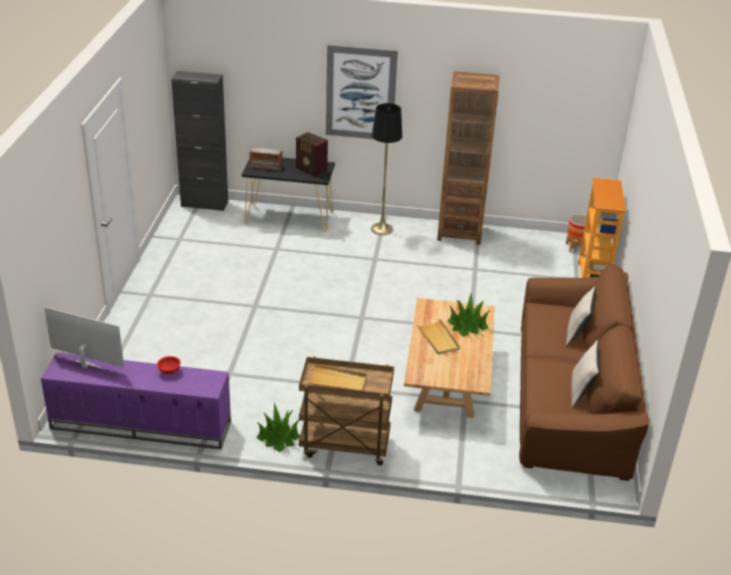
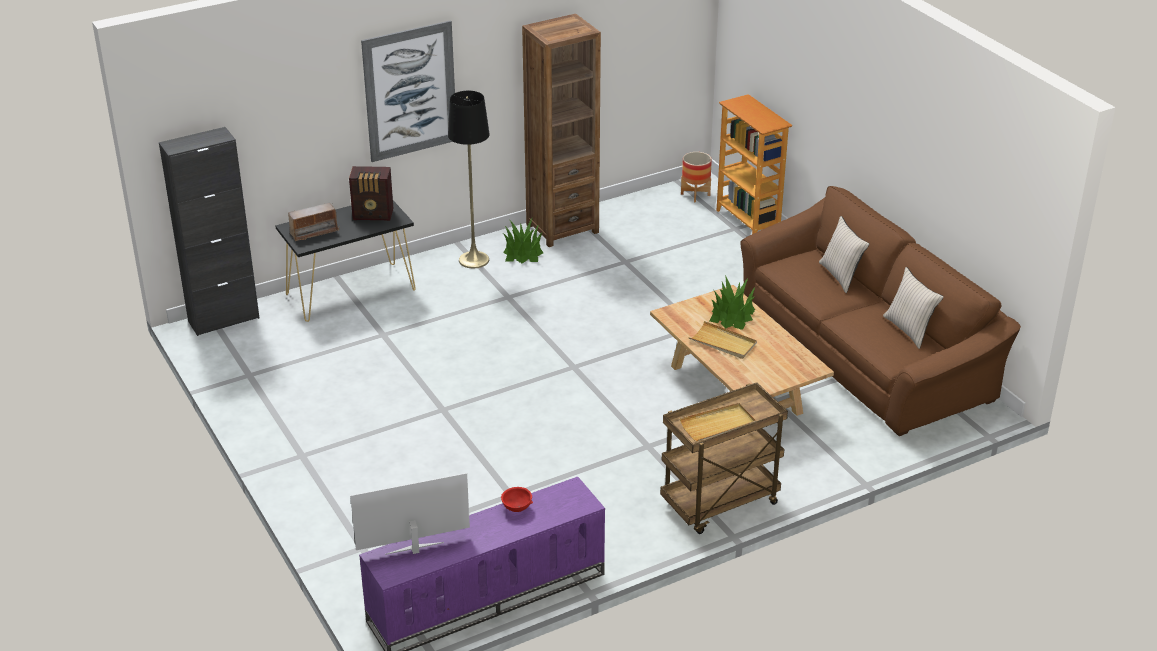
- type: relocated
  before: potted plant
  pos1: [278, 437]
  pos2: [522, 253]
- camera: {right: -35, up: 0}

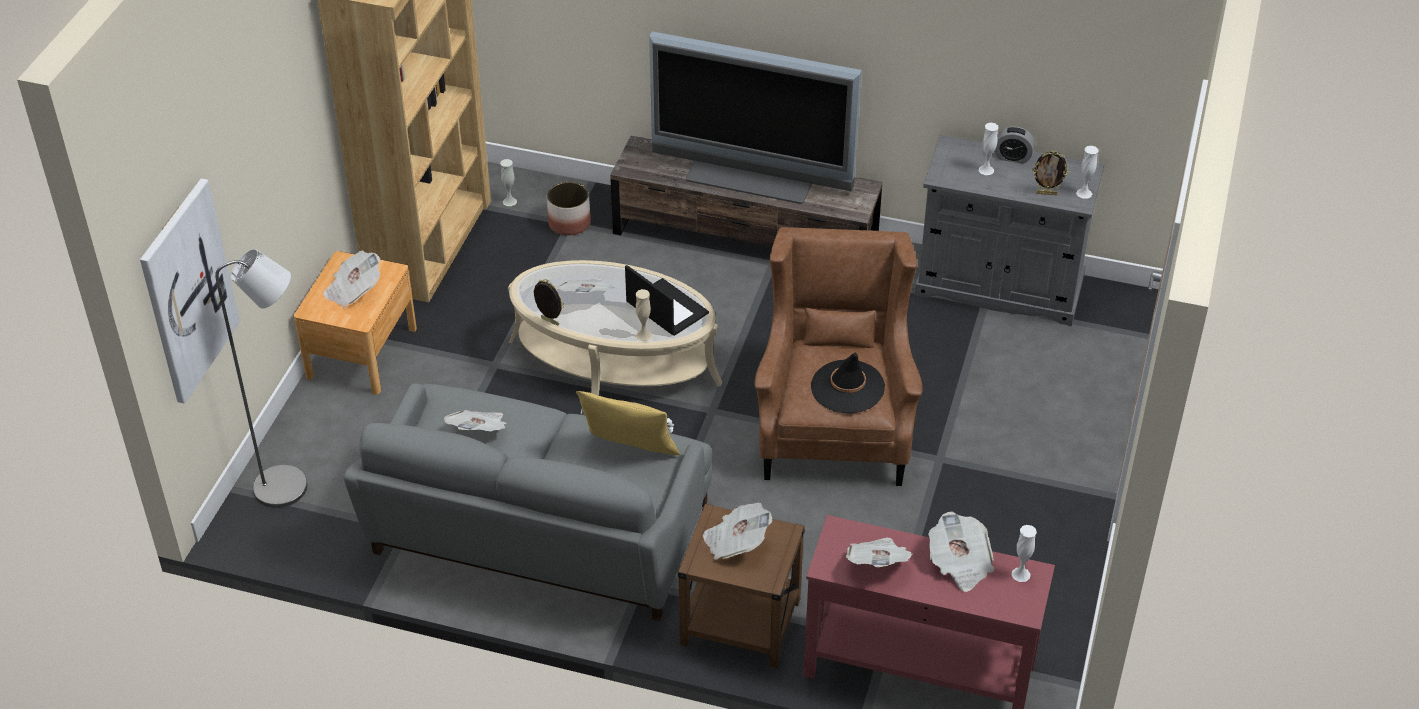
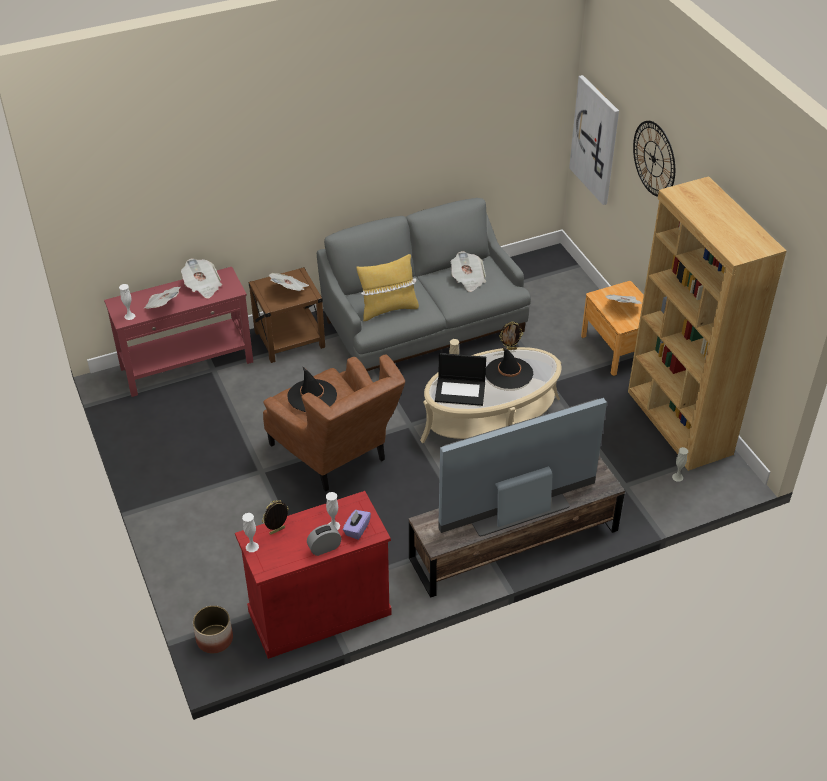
- type: missing
  before: grey floor lamp
  pos1: [291, 487]
- type: appeared
  after: purple tissue box
  pos2: [357, 529]
- type: appeared
  after: wall clock
  pos2: [654, 159]
- type: relocated
  before: planter
  pos1: [570, 223]
  pos2: [214, 639]
- type: exchanged
  before: newspaper
  after: black hat
  pos1: [587, 297]
  pos2: [508, 373]
- type: colour
  before: grey cabinet
  after: red cabinet
  pos1: [999, 286]
  pos2: [319, 612]
- camera: {right: 140, up: 0}

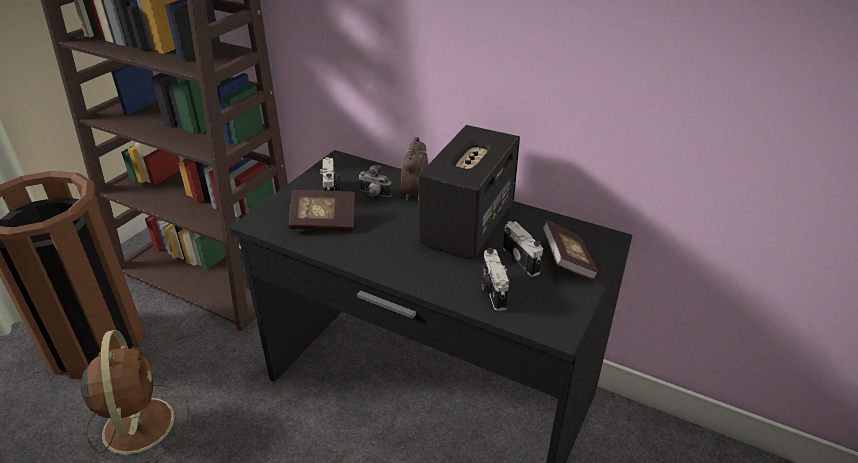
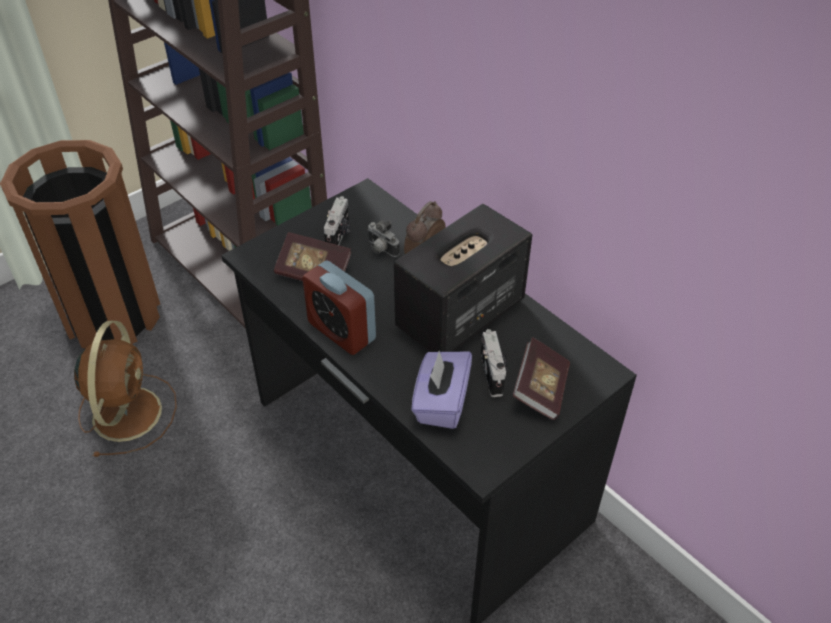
- type: appeared
  after: alarm clock
  pos2: [341, 331]
- type: exchanged
  before: photo camera
  after: purple tissue box
  pos1: [492, 291]
  pos2: [441, 403]
- camera: {right: 20, up: 10}

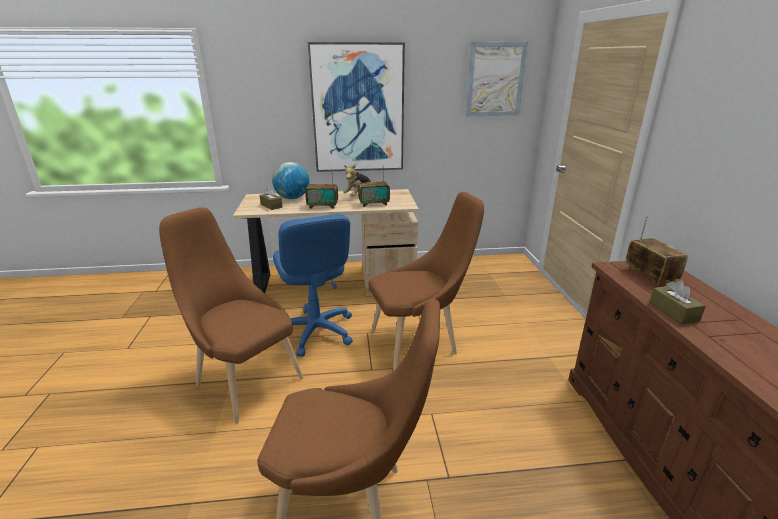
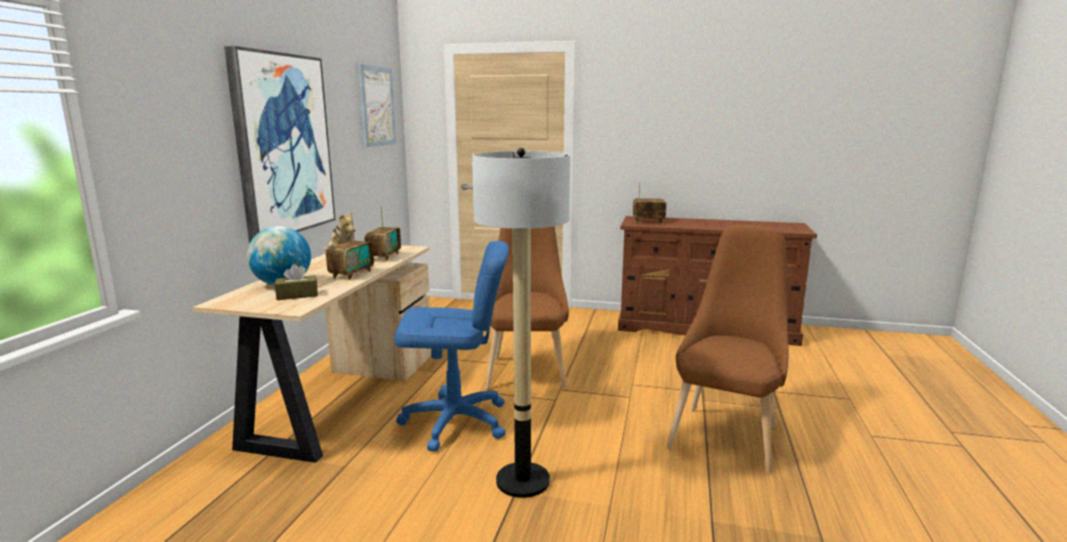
- type: missing
  before: brown tissue box
  pos1: [673, 312]
- type: exchanged
  before: brown chair
  after: floor lamp
  pos1: [244, 380]
  pos2: [522, 480]
- camera: {right: -70, up: -10}

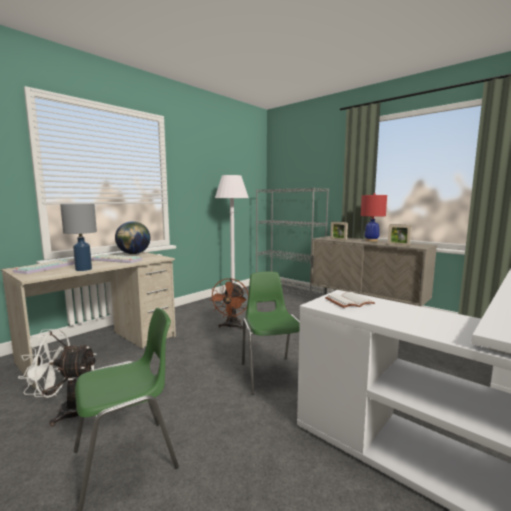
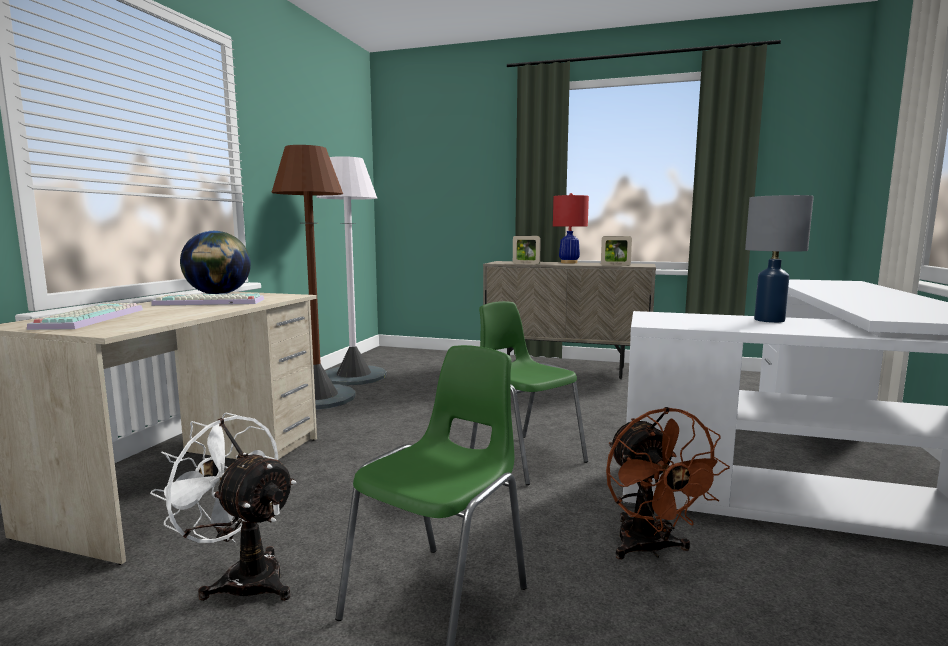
- type: missing
  before: grey bookcase
  pos1: [289, 291]
- type: missing
  before: white book
  pos1: [349, 302]
- type: appeared
  after: brown floor lamp
  pos2: [318, 398]
- type: relocated
  before: grey table lamp
  pos1: [83, 269]
  pos2: [768, 320]
- type: relocated
  before: brown fan
  pos1: [231, 327]
  pos2: [650, 549]
- type: spun
  before: white fan
  pos1: [66, 411]
  pos2: [243, 577]
  turn: 60
- camera: {right: -25, up: 0}

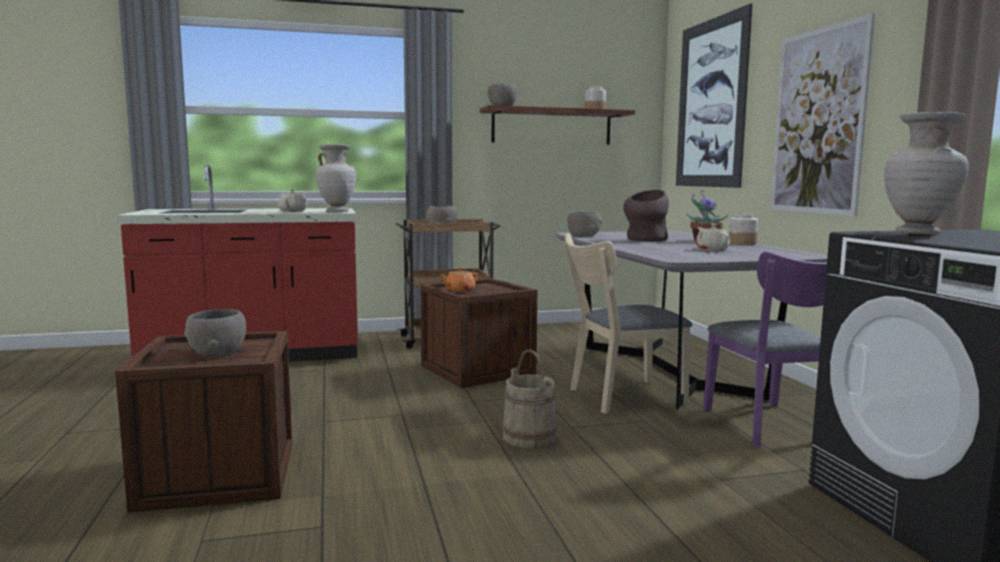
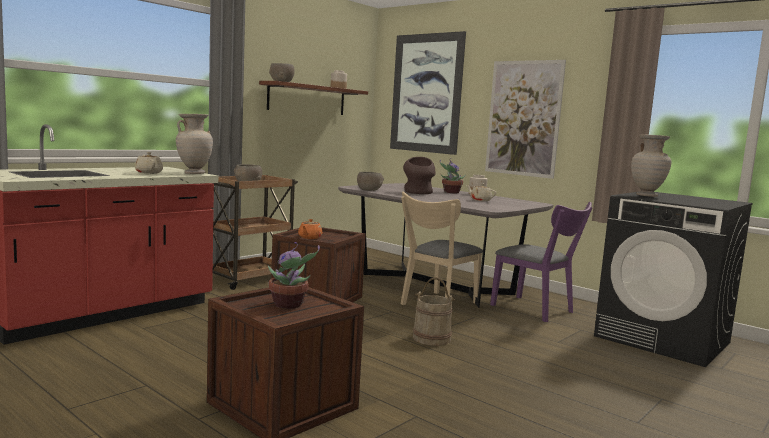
- type: exchanged
  before: grey bowl
  after: potted plant
  pos1: [216, 352]
  pos2: [289, 305]
- camera: {right: -35, up: 0}

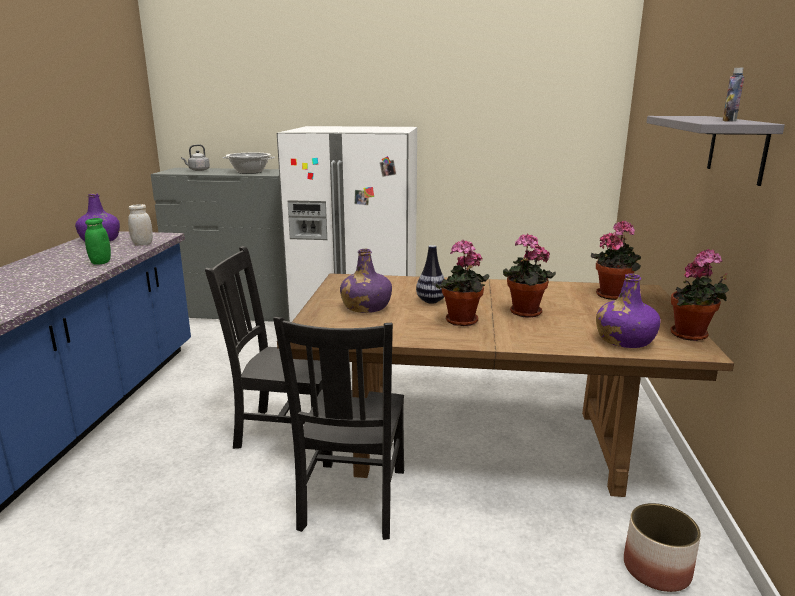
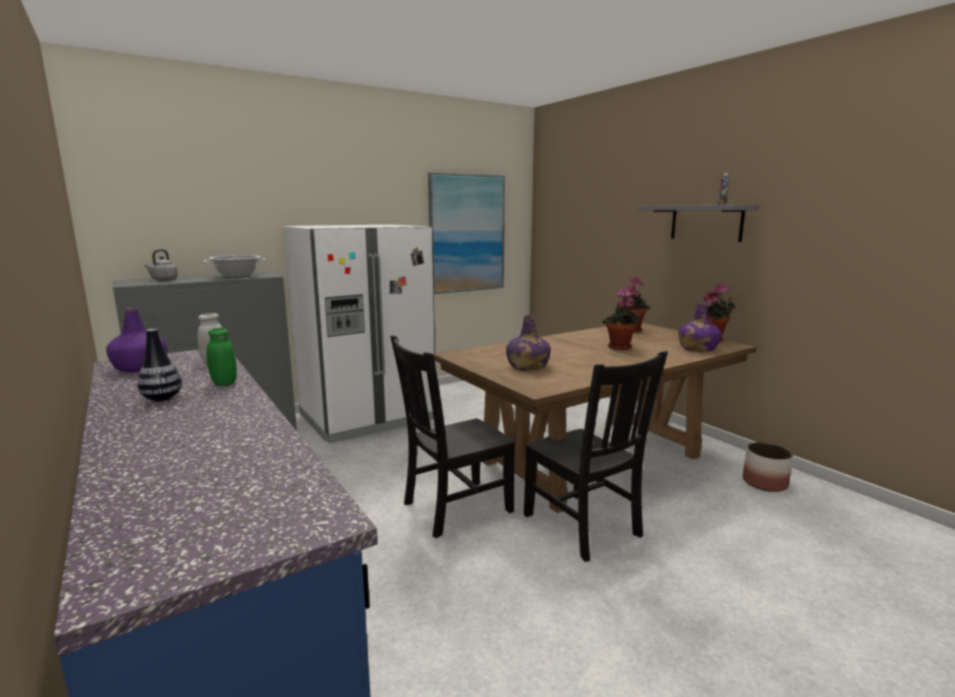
- type: missing
  before: potted plant
  pos1: [461, 322]
- type: appeared
  after: picture
  pos2: [467, 233]
- type: relocated
  before: vase
  pos1: [431, 301]
  pos2: [162, 399]
- camera: {right: -40, up: -5}

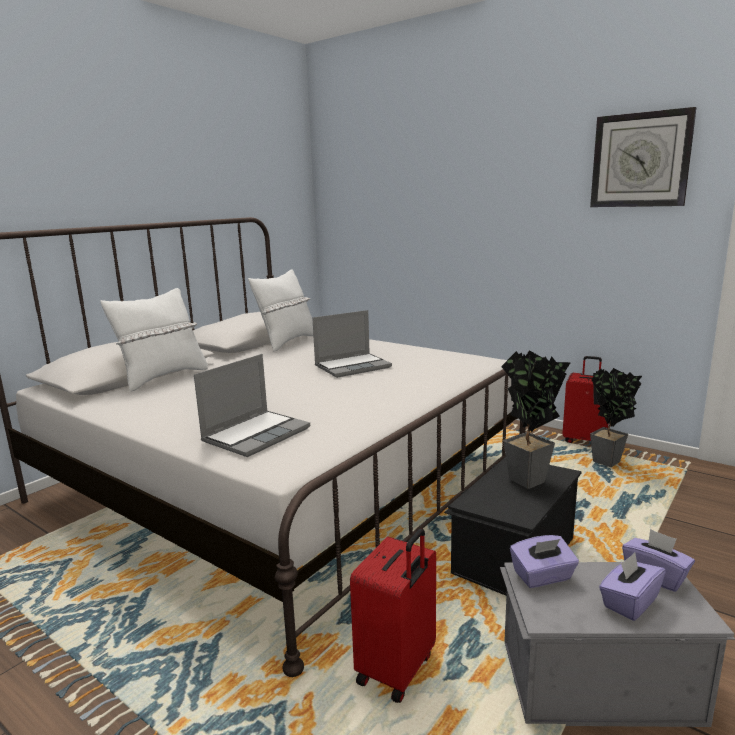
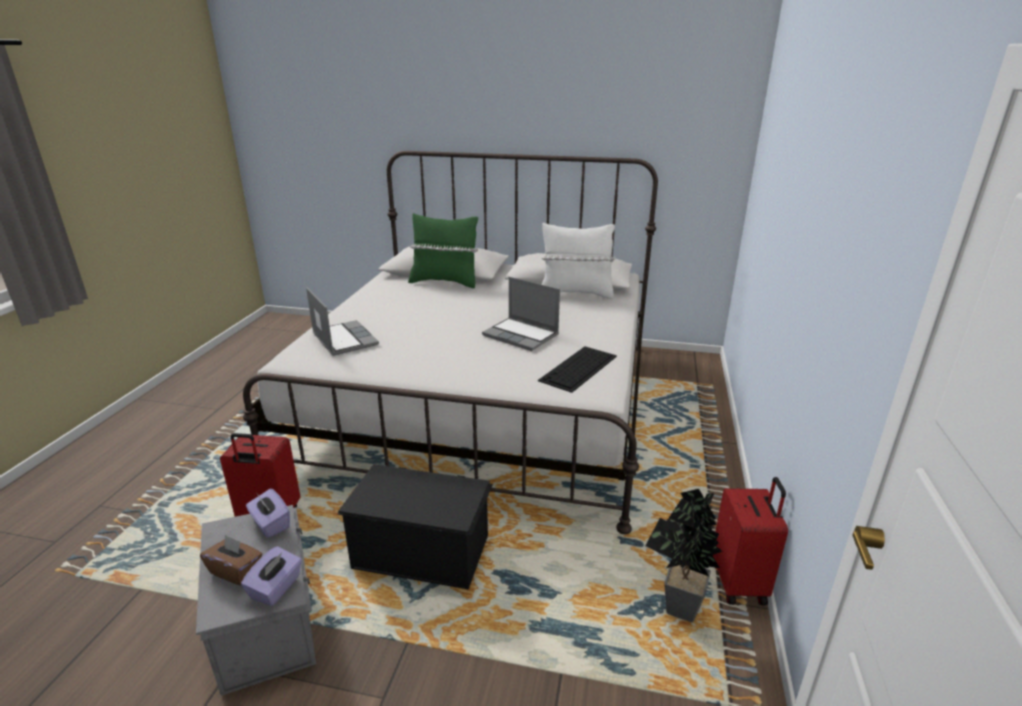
- type: missing
  before: potted plant
  pos1: [528, 483]
- type: missing
  before: wall clock
  pos1: [640, 160]
- type: appeared
  after: keyboard
  pos2: [578, 368]
- type: colour
  before: white pillow
  after: green pillow
  pos1: [162, 377]
  pos2: [444, 282]
- type: colour
  before: purple tissue box
  after: brown tissue box
  pos1: [629, 602]
  pos2: [236, 571]
- type: spun
  before: laptop
  pos1: [256, 434]
  pos2: [343, 339]
  turn: -135
- camera: {right: 65, up: 10}

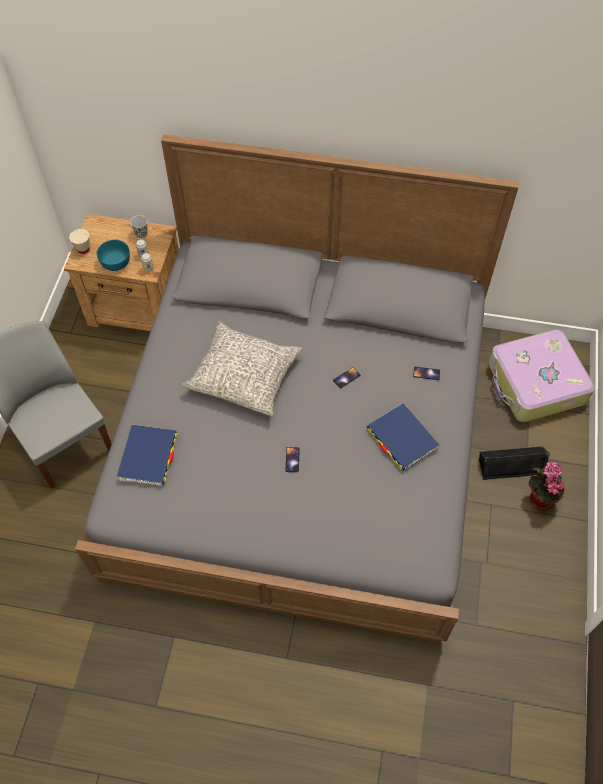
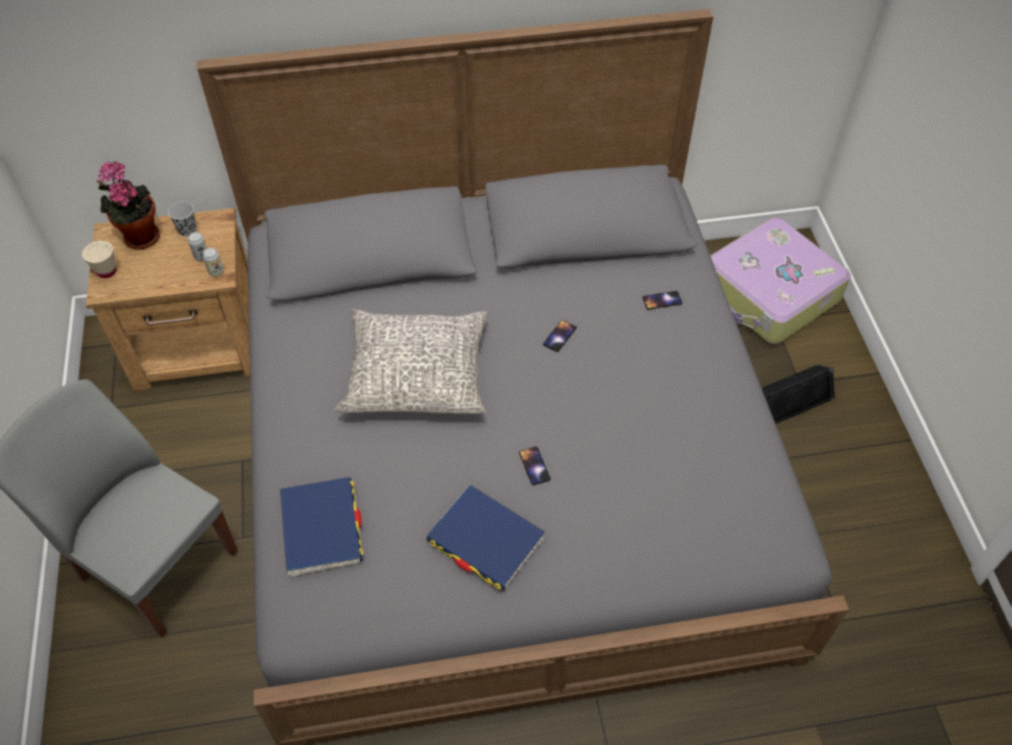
- type: missing
  before: turquoise bowl
  pos1: [115, 262]
- type: relocated
  before: blue book
  pos1: [401, 438]
  pos2: [485, 540]
- type: relocated
  before: potted plant
  pos1: [539, 498]
  pos2: [139, 236]
- camera: {right: -20, up: -5}

